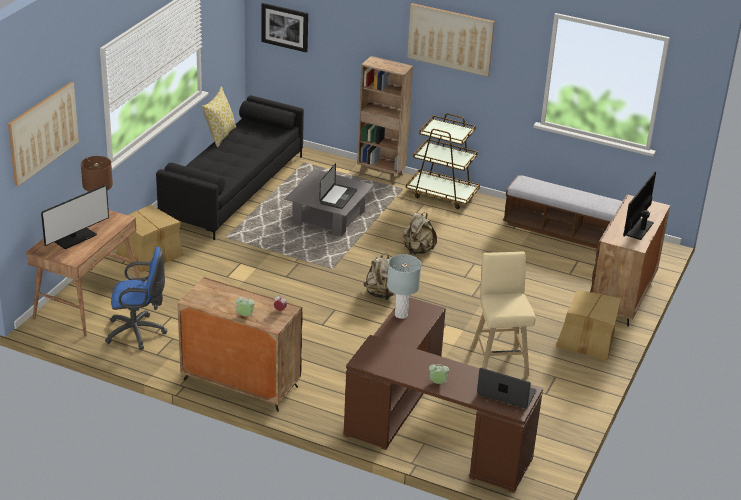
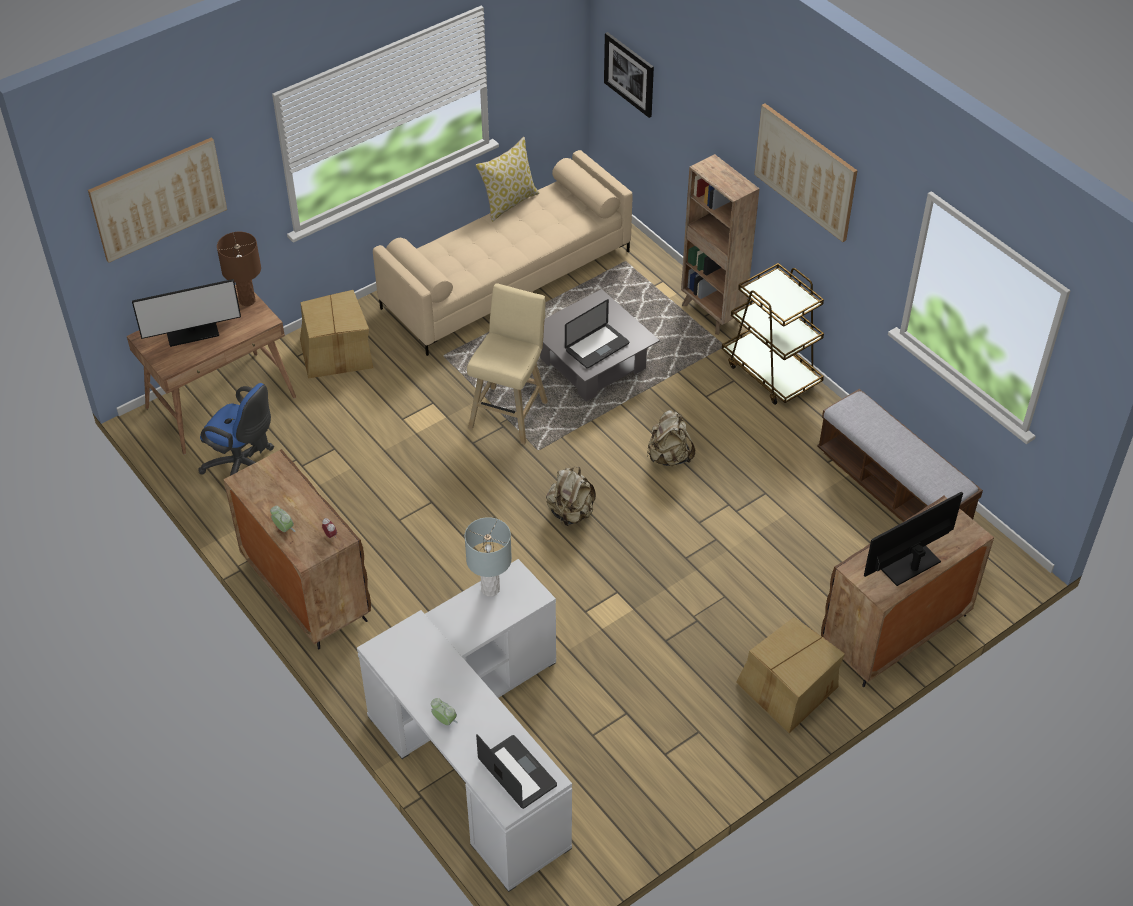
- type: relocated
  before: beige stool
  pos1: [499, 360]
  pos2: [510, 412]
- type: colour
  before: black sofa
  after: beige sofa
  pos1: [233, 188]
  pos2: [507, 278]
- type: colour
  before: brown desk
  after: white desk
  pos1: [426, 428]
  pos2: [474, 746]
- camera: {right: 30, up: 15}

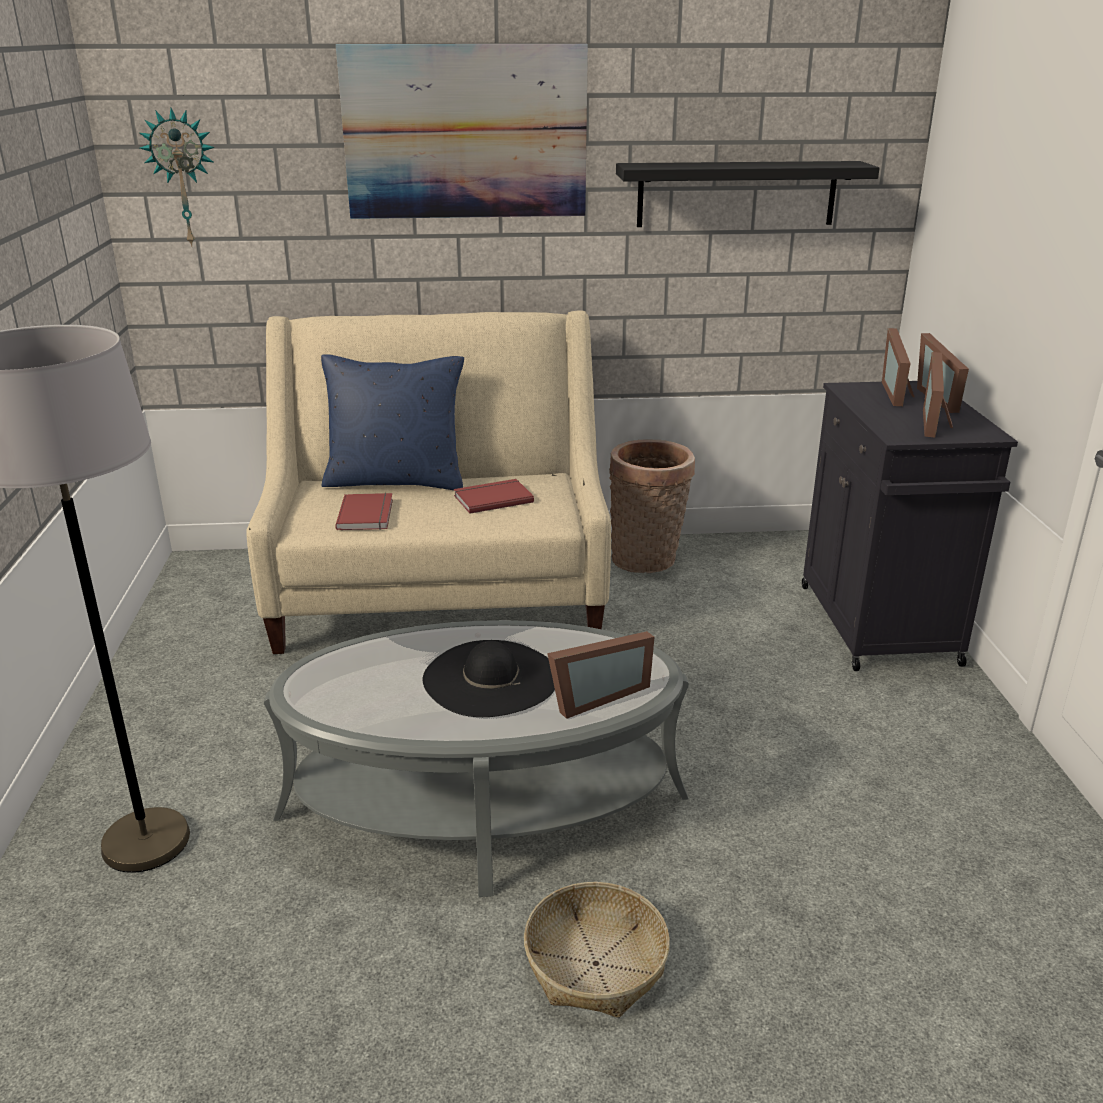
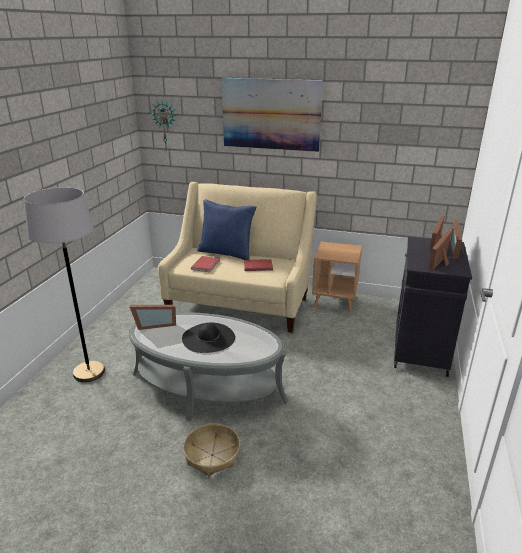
- type: missing
  before: black shelf
  pos1: [736, 194]
- type: relocated
  before: picture frame
  pos1: [594, 696]
  pos2: [155, 324]
- type: exchanged
  before: basket
  after: brown side table
  pos1: [647, 560]
  pos2: [334, 302]
- camera: {right: 20, up: 0}

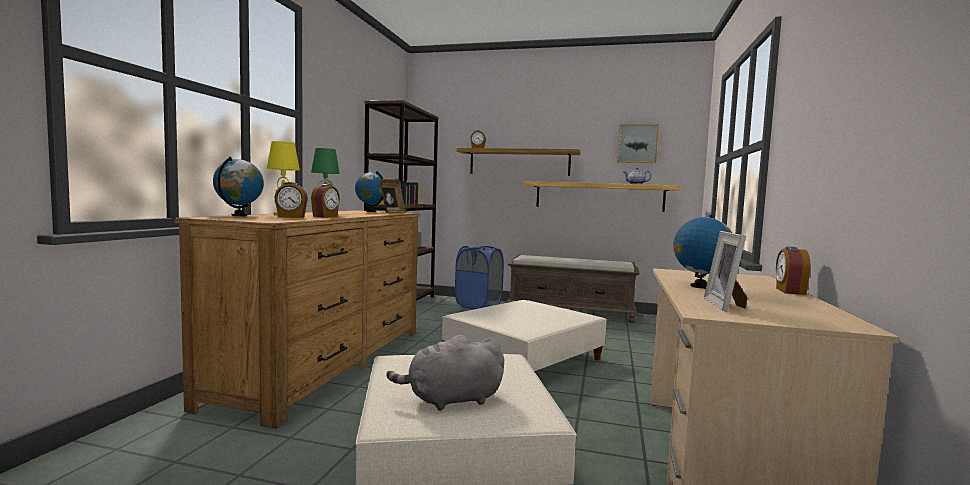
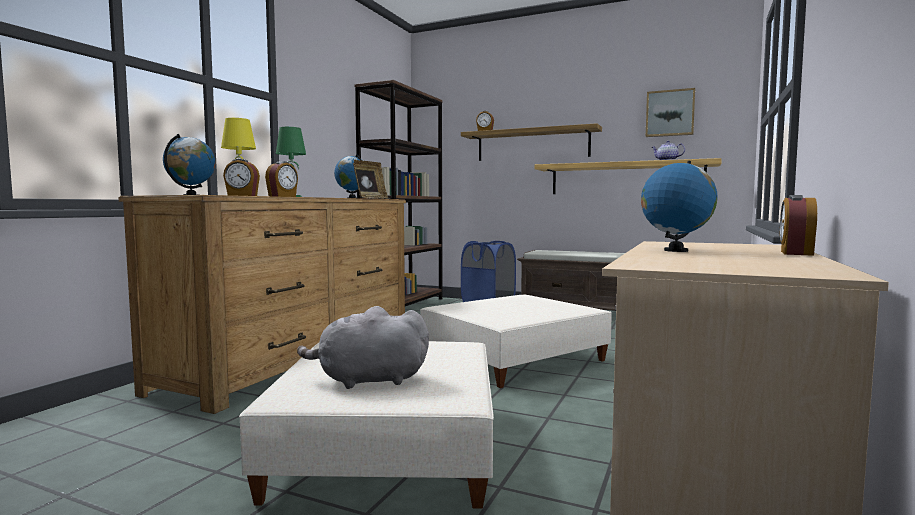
- type: missing
  before: picture frame
  pos1: [726, 305]
- camera: {right: 10, up: 0}

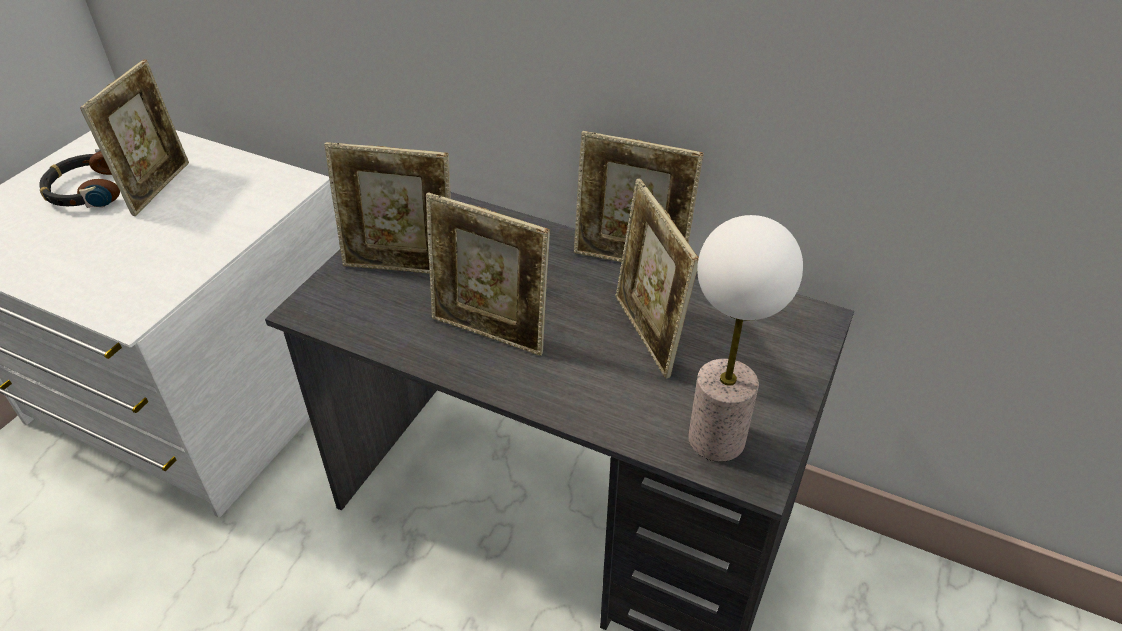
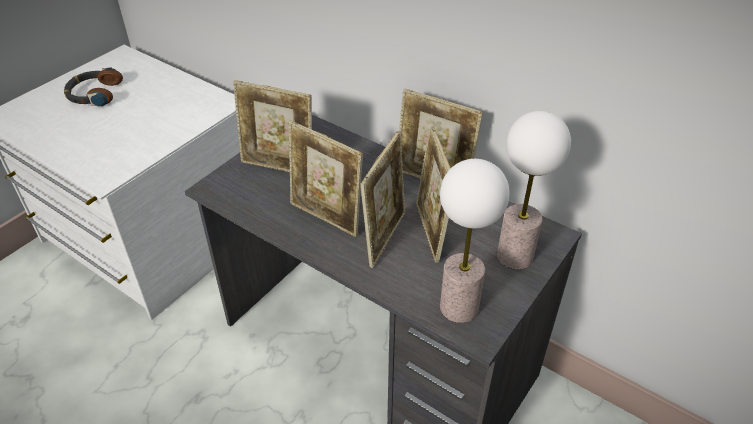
- type: appeared
  after: table lamp
  pos2: [514, 256]
- type: relocated
  before: picture frame
  pos1: [158, 187]
  pos2: [384, 237]
- camera: {right: 10, up: 0}

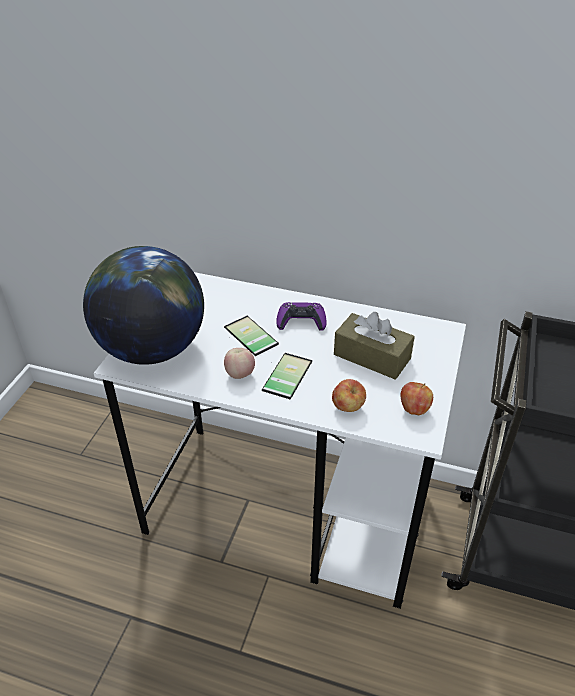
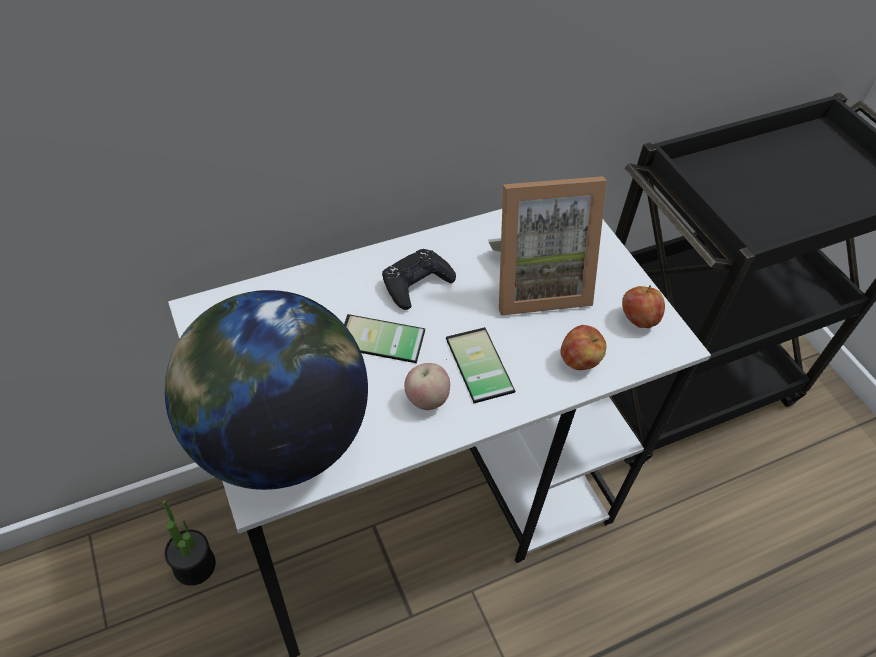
- type: appeared
  after: potted plant
  pos2: [194, 565]
- type: exchanged
  before: brown tissue box
  after: picture frame
  pos1: [372, 356]
  pos2: [536, 282]
- type: colour
  before: purple game controller
  after: black game controller
  pos1: [301, 321]
  pos2: [416, 283]
- camera: {right: -45, up: 10}

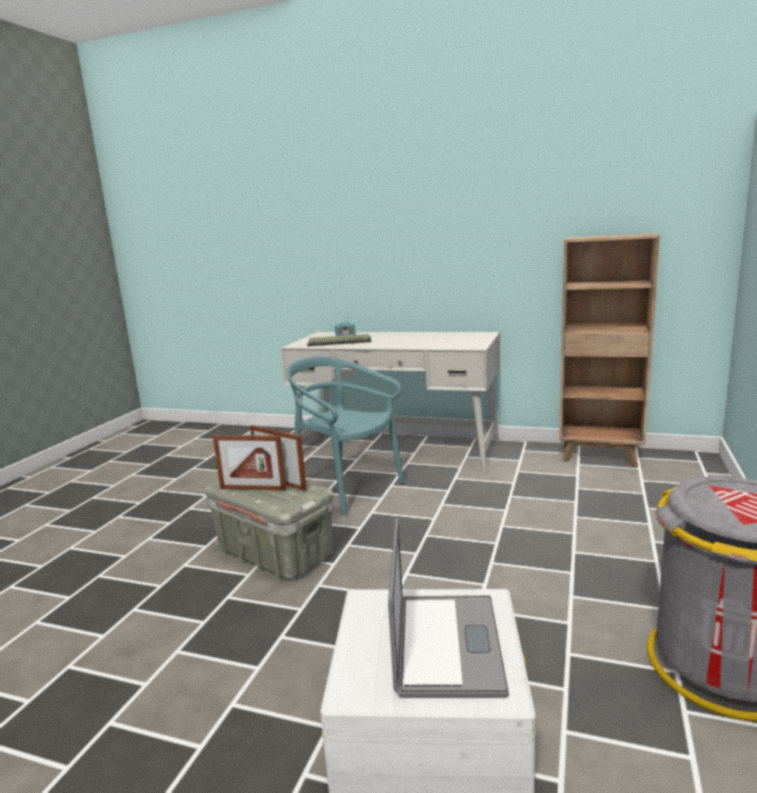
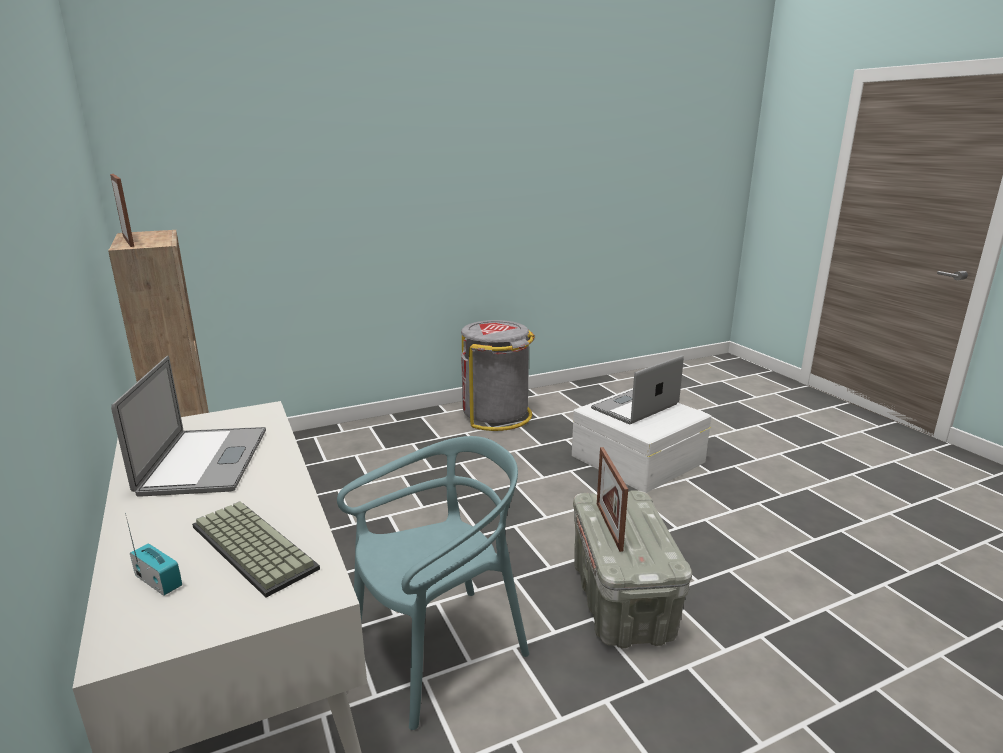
- type: appeared
  after: laptop
  pos2: [205, 461]
- type: relocated
  before: picture frame
  pos1: [253, 489]
  pos2: [128, 241]
- type: spun
  before: turquoise chair
  pos1: [346, 488]
  pos2: [439, 649]
  turn: -120
- camera: {right: -135, up: 5}

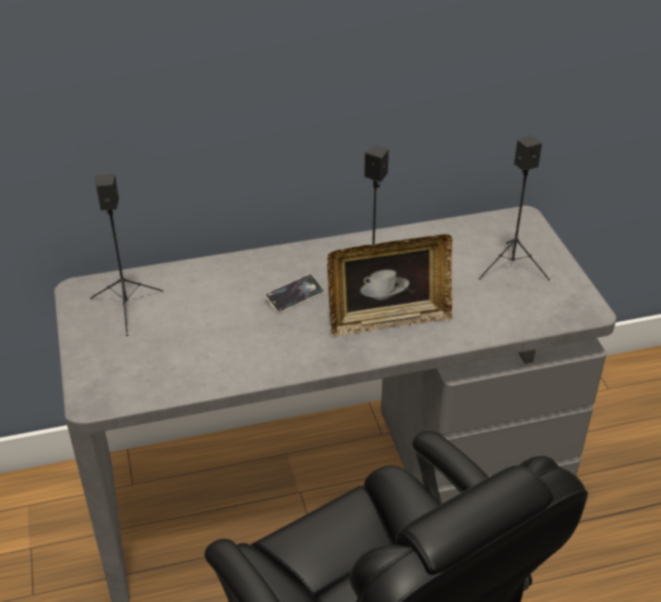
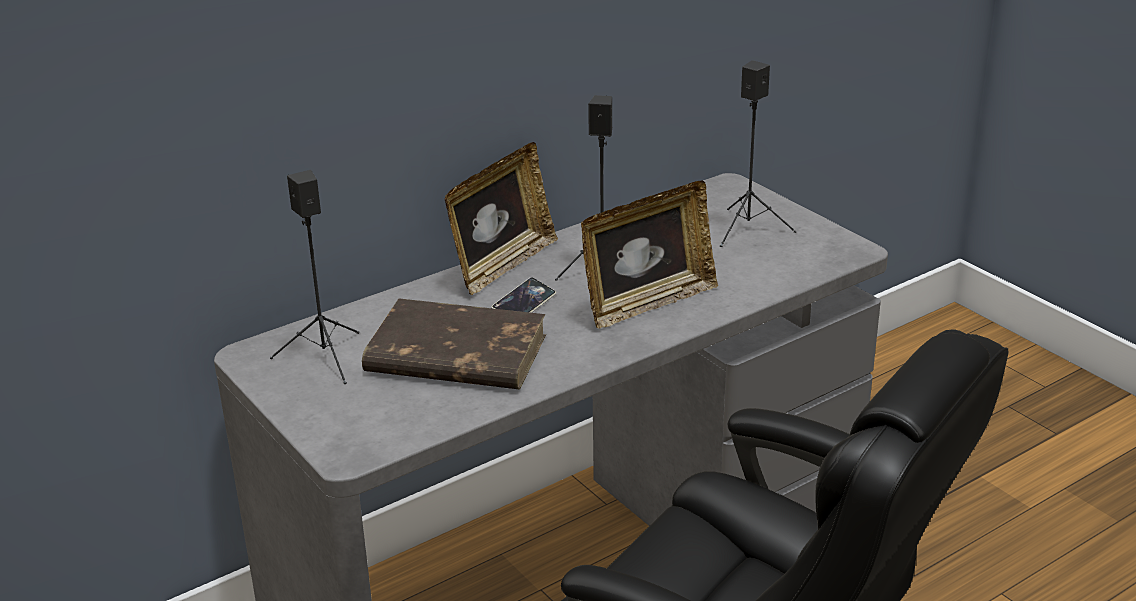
- type: appeared
  after: brown book
  pos2: [454, 354]
- type: appeared
  after: picture frame
  pos2: [502, 265]
- camera: {right: -20, up: -10}

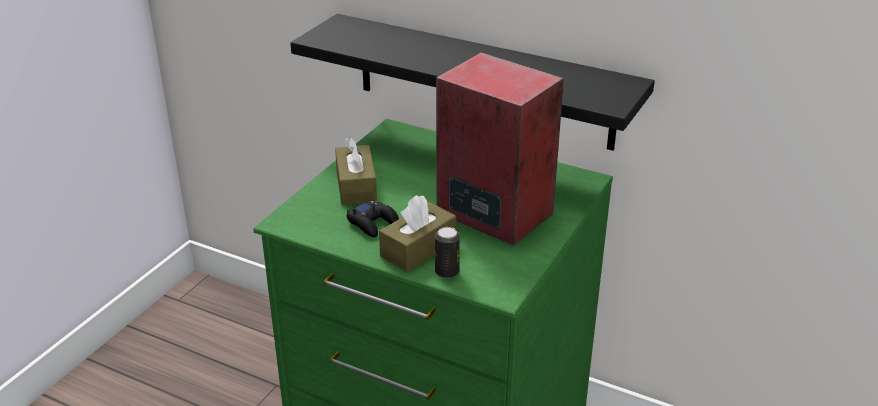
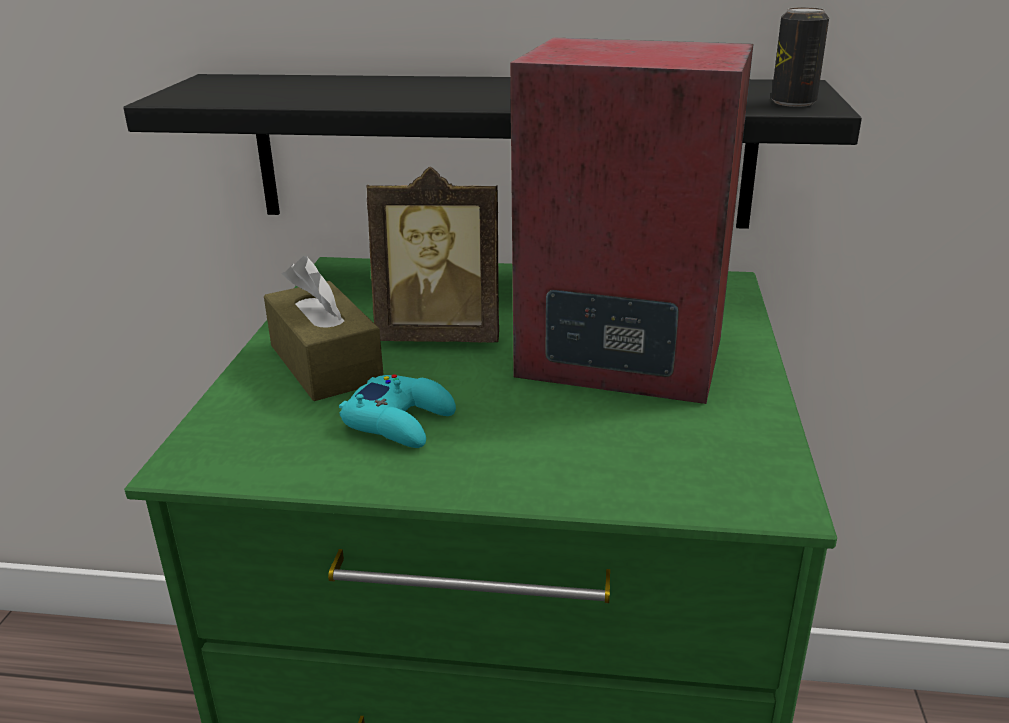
- type: missing
  before: brown tissue box
  pos1: [418, 249]
- type: appeared
  after: picture frame
  pos2: [440, 335]
- type: relocated
  before: can
  pos1: [447, 272]
  pos2: [793, 103]
- type: colour
  before: black game controller
  after: turquoise game controller
  pos1: [373, 223]
  pos2: [400, 421]
- camera: {right: -20, up: -5}

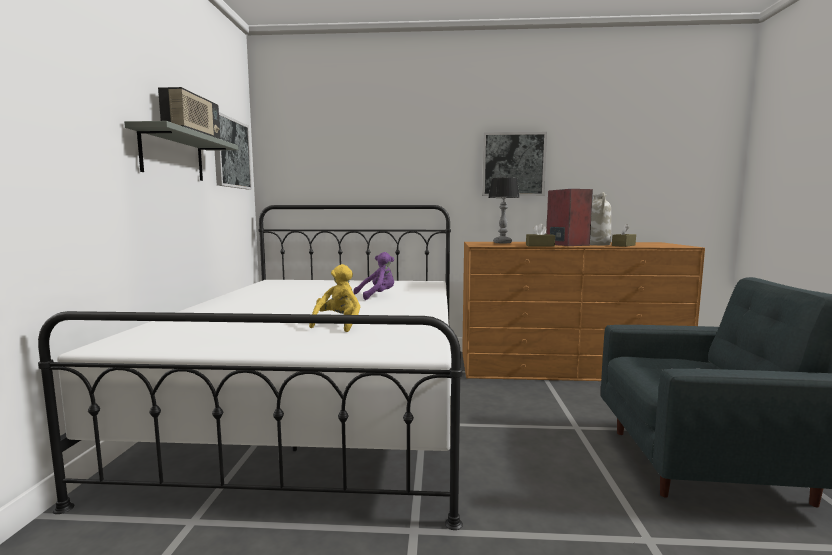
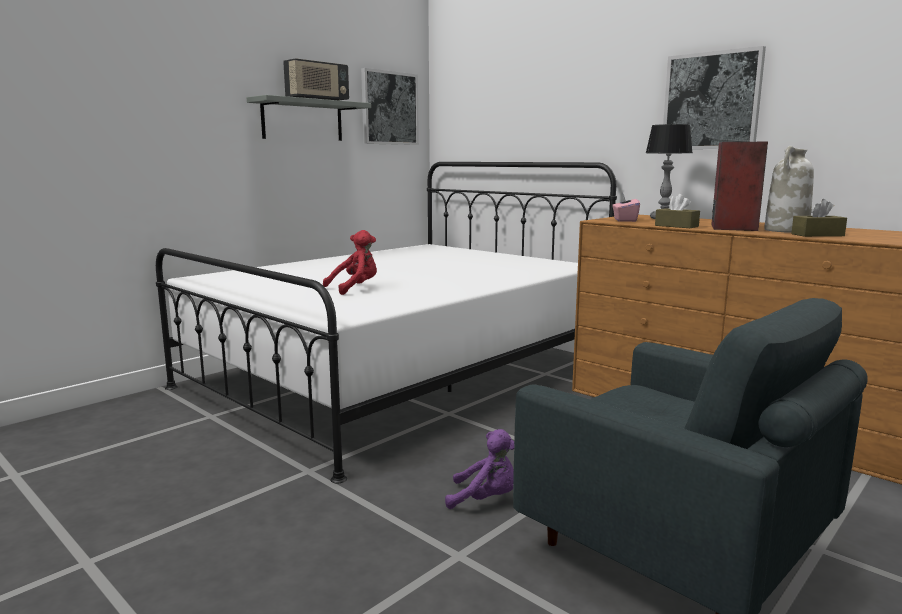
- type: appeared
  after: pink tissue box
  pos2: [624, 220]
- type: relocated
  before: purple plush toy
  pos1: [377, 296]
  pos2: [485, 499]
- type: colour
  before: yellow plush toy
  after: red plush toy
  pos1: [338, 324]
  pos2: [355, 288]
- camera: {right: 40, up: 5}

